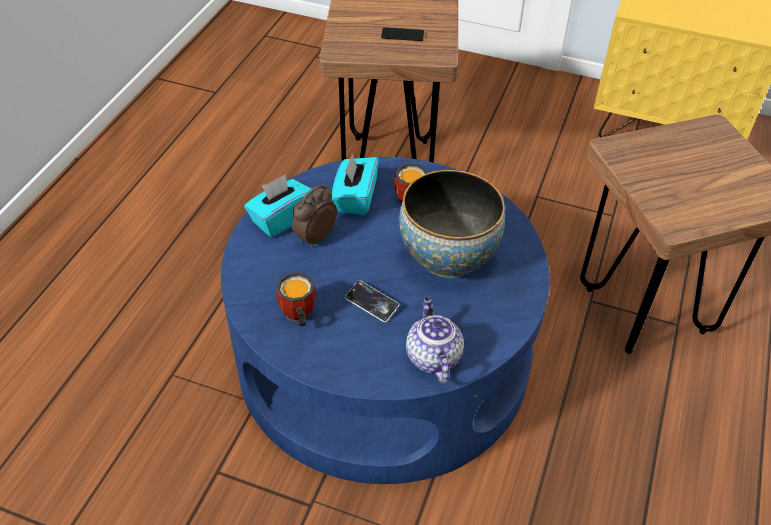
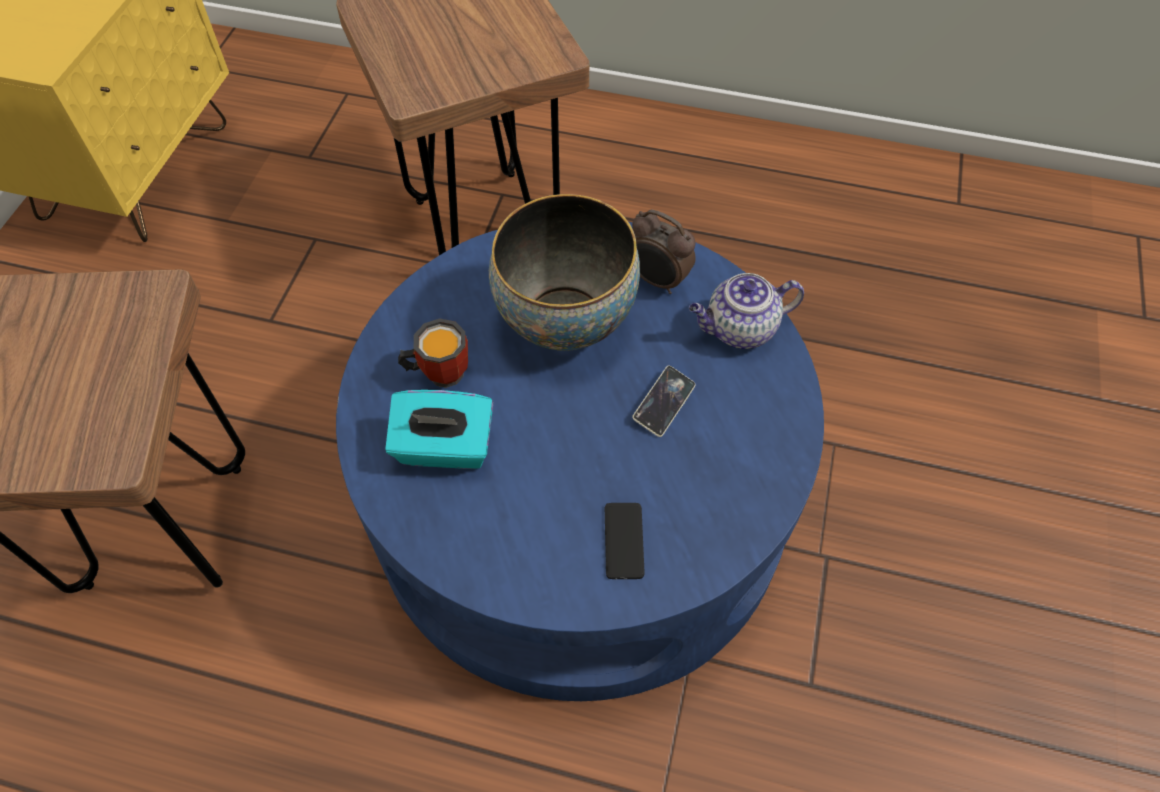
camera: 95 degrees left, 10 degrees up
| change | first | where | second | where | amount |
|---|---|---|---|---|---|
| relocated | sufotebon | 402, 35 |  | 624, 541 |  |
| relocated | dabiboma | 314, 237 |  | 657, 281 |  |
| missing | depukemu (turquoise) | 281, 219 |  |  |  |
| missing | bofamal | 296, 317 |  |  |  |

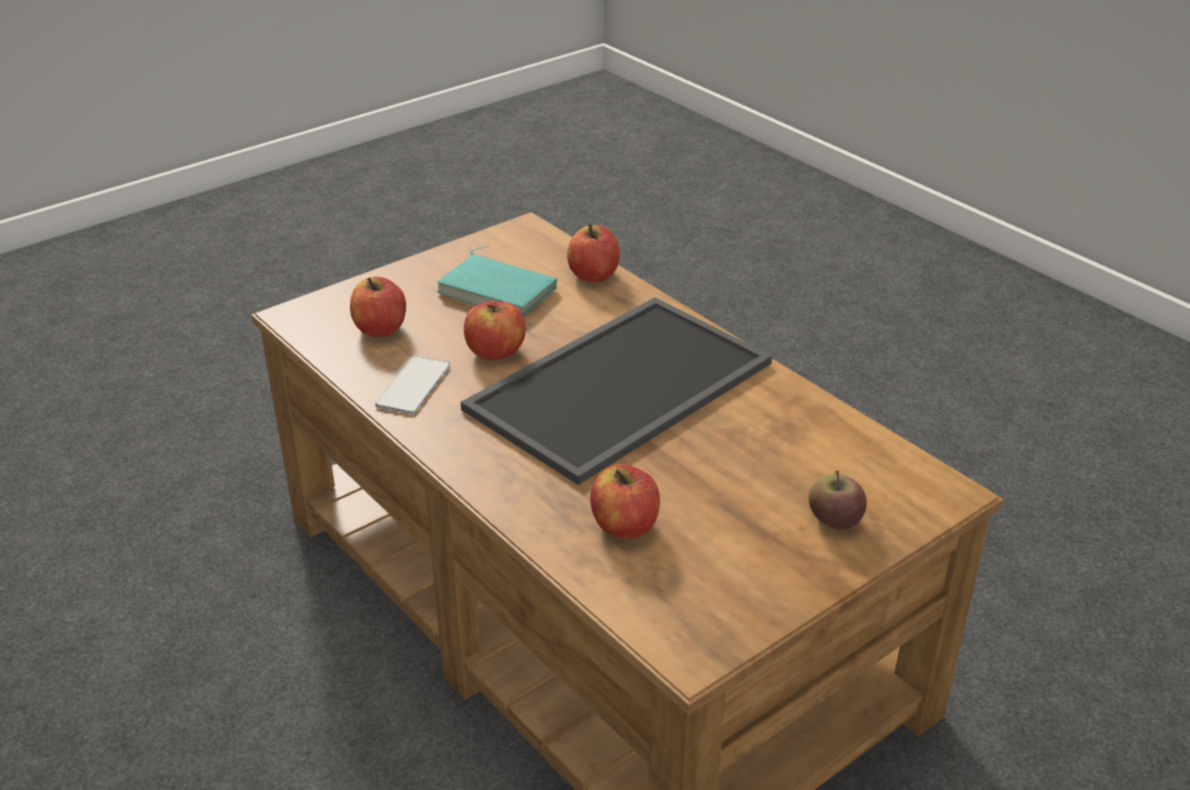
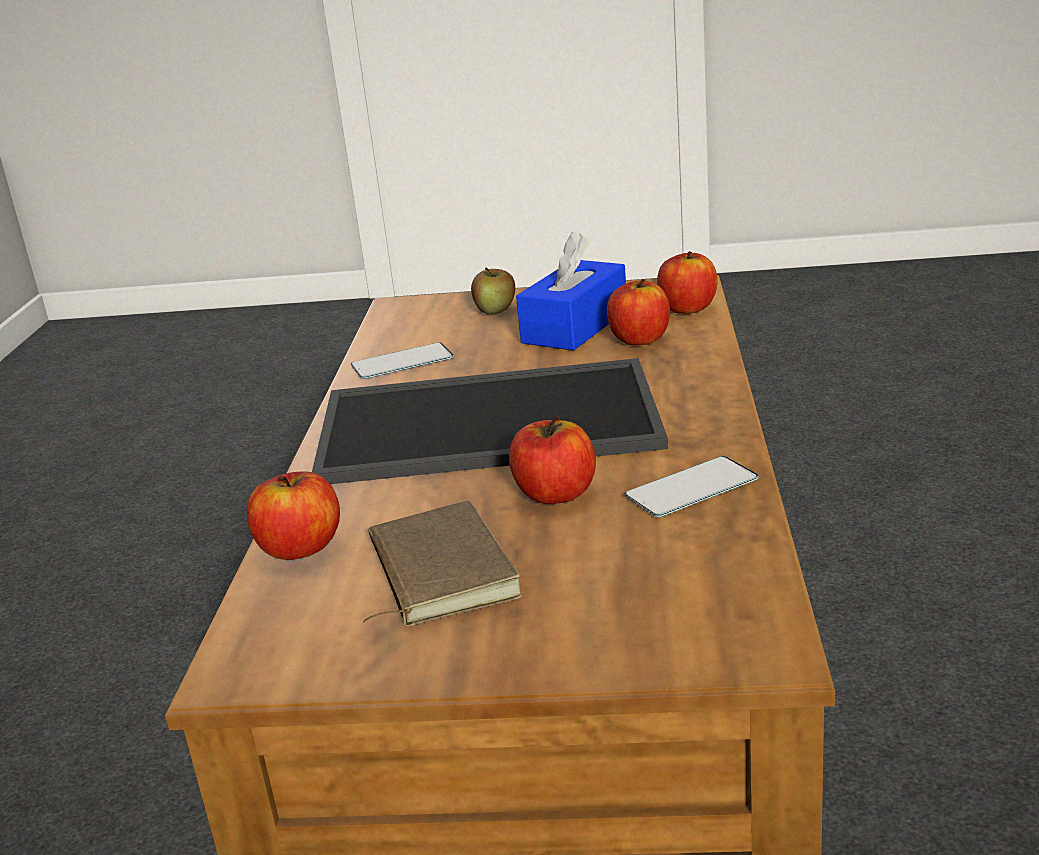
camera: 135 degrees left, 10 degrees down
| change | first | where | second | where | amount |
|---|---|---|---|---|---|
| appeared |  |  | sufotebon | 402, 362 |  |
| colour | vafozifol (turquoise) | 499, 290 | vafozifol (brown) | 436, 572 |  |
| appeared |  |  | depukemu (blue) | 575, 326 |  |
| relocated | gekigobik | 380, 329 |  | 687, 308 |  |

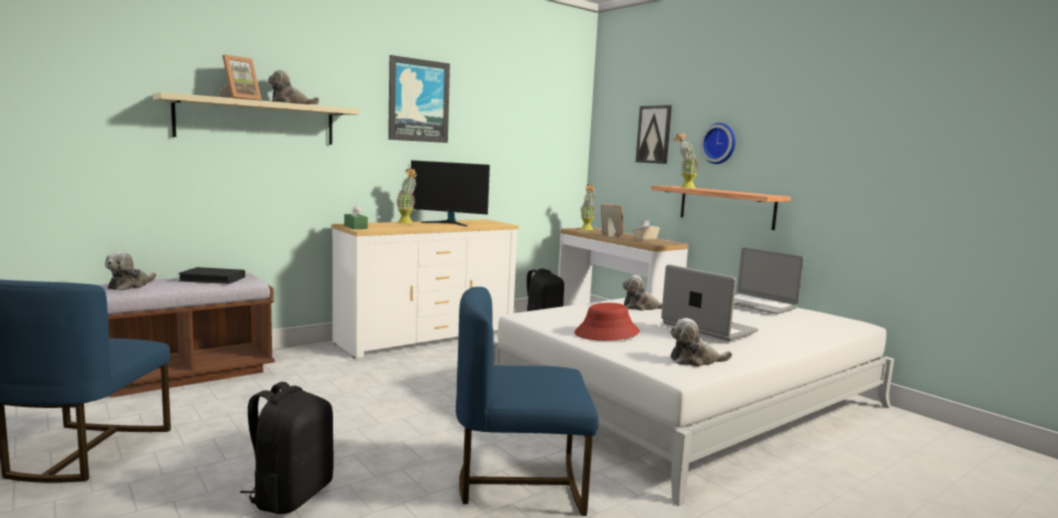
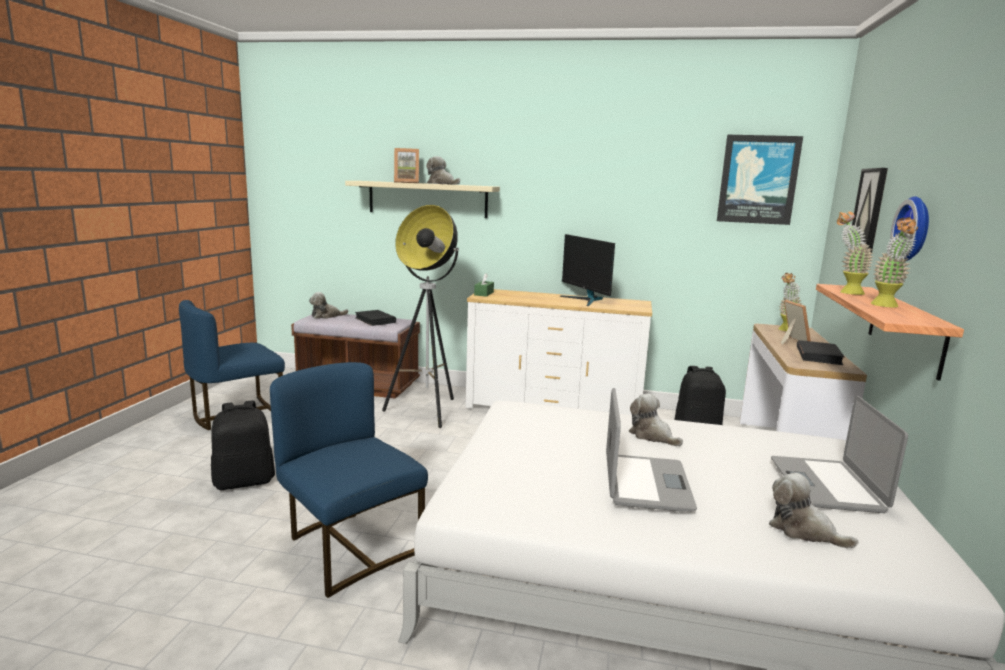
camera: 50 degrees right, 5 degrees up
| change | first | where | second | where | amount |
|---|---|---|---|---|---|
| appeared |  |  | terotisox | 427, 411 |  |
| relocated | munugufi | 418, 100 |  | 758, 179 |  |
| relocated | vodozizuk | 695, 360 |  | 803, 530 |  |
| exchanged | depukemu (beige) | 645, 239 | vafozifol (black) | 818, 356 |  |
| relocated | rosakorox | 407, 223 |  | 886, 306 |  |
| missing | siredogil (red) | 607, 333 |  |  |  |

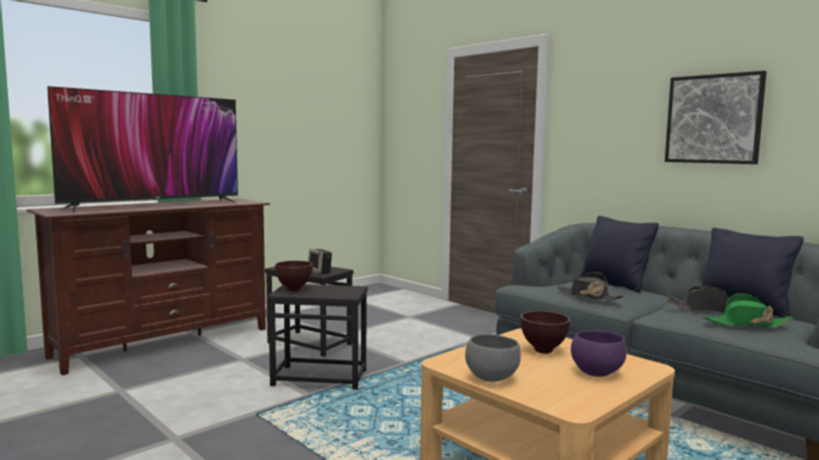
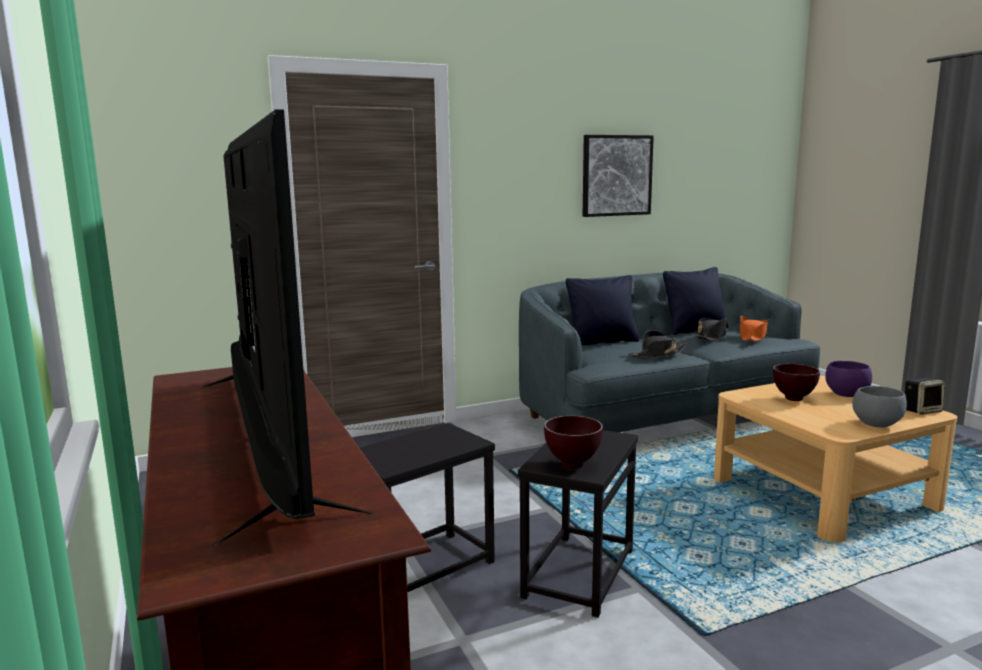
camera: 70 degrees left, 5 degrees up
| change | first | where | second | where | amount |
|---|---|---|---|---|---|
| colour | siredogil (green) | 746, 324 | siredogil (orange) | 752, 337 |  |
| relocated | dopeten | 320, 272 |  | 922, 411 |  |

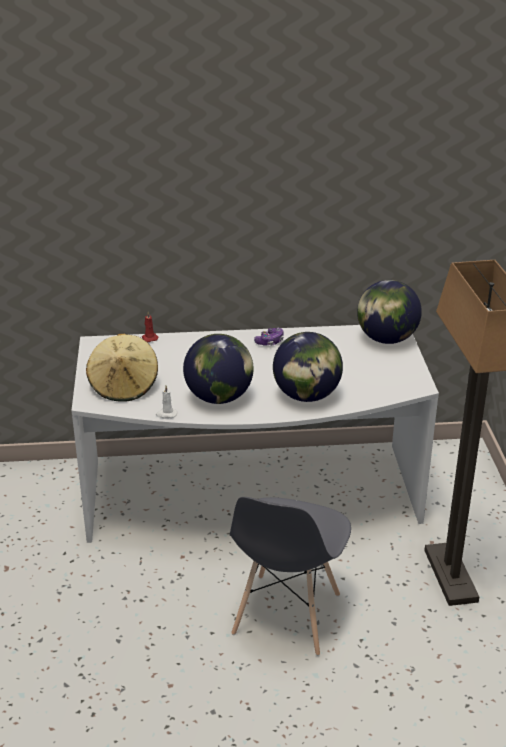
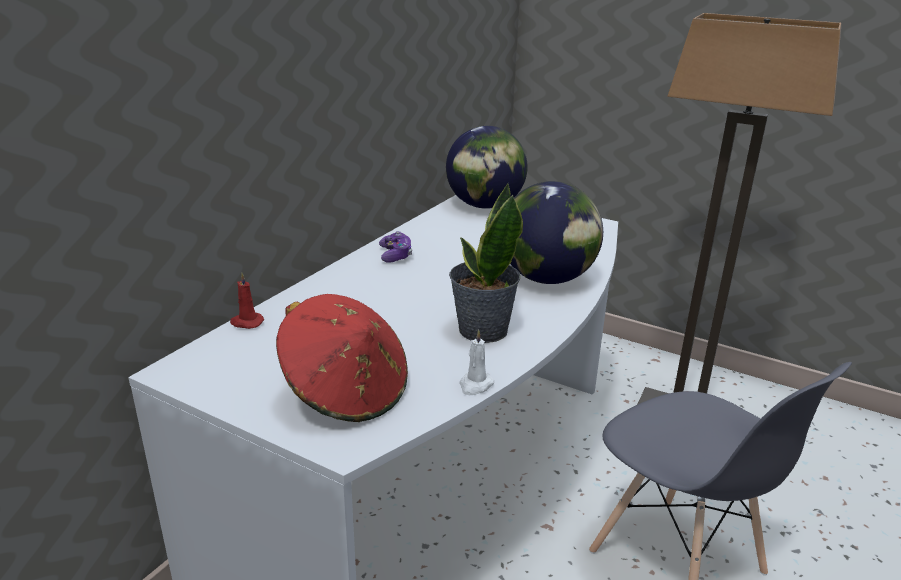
camera: 55 degrees left, 5 degrees down
| change | first | where | second | where | amount |
|---|---|---|---|---|---|
| colour | siredogil (beige) | 124, 386 | siredogil (red) | 346, 392 |  |
| exchanged | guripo | 219, 397 | rosakorox | 482, 330 |  |

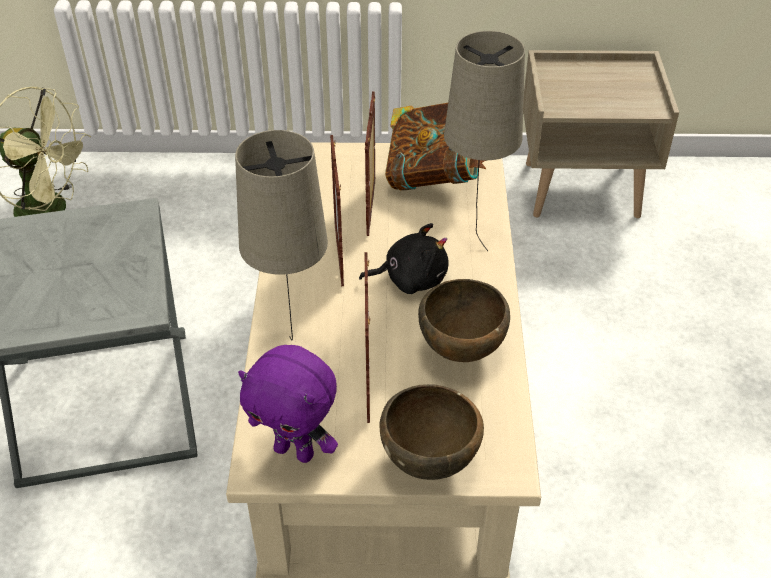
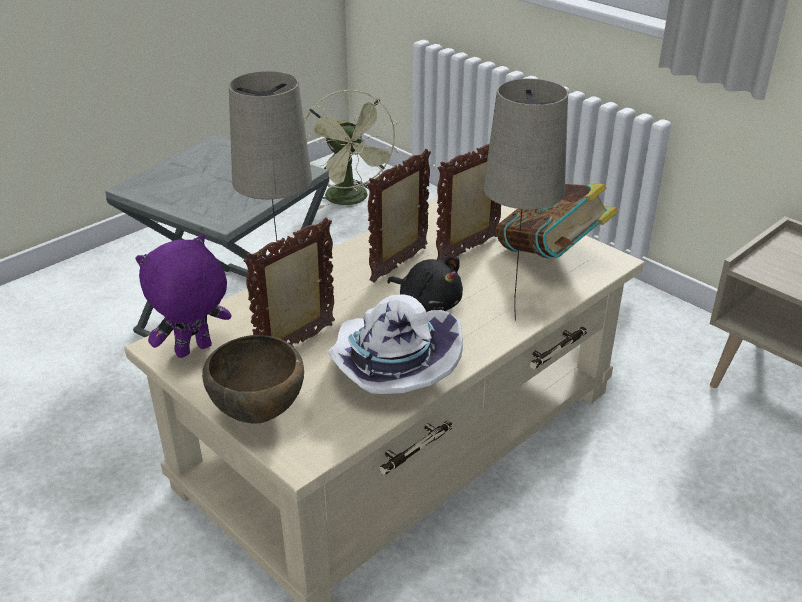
camera: 45 degrees right, 10 degrees down
| change | first | where | second | where | amount |
|---|---|---|---|---|---|
| spun | vodozizuk (purple) | 295, 451 |  | 194, 351 | 75 degrees clockwise |
| exchanged | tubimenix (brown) | 462, 351 | siredogil (white) | 390, 368 |  |

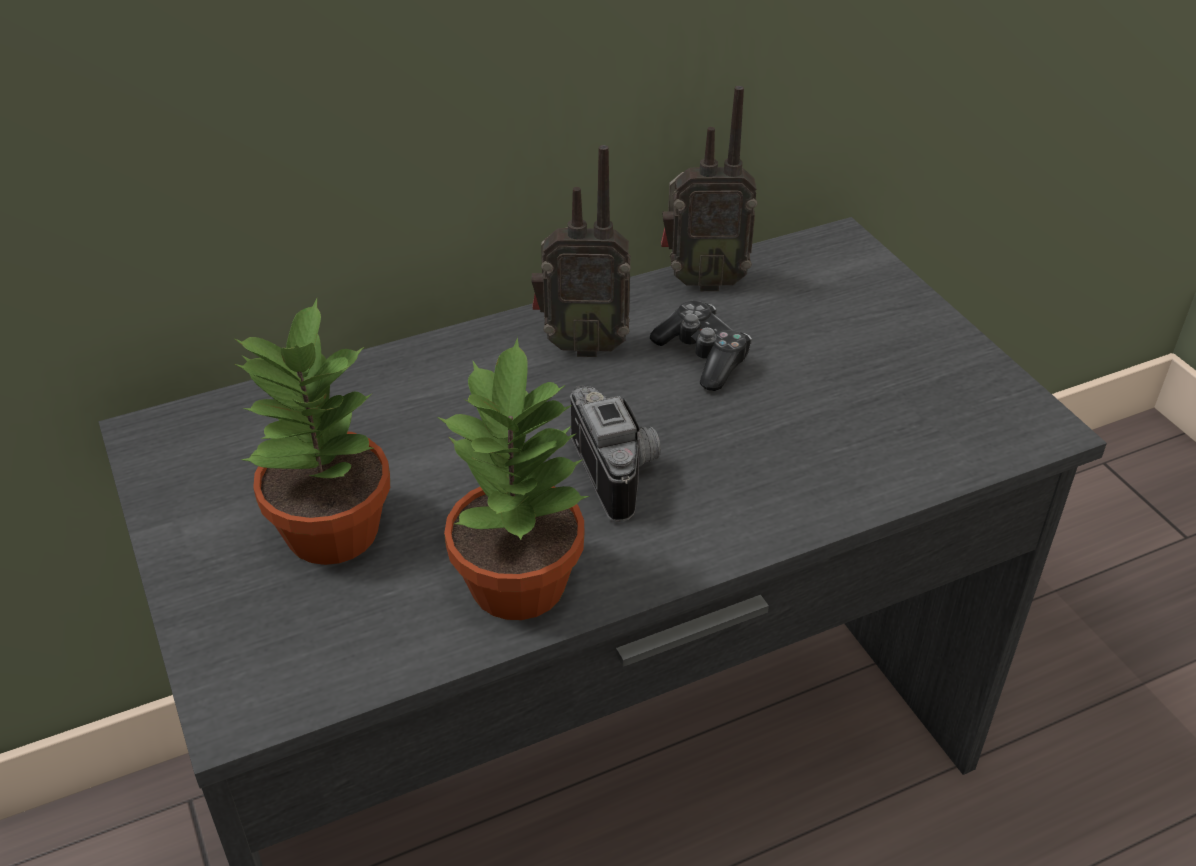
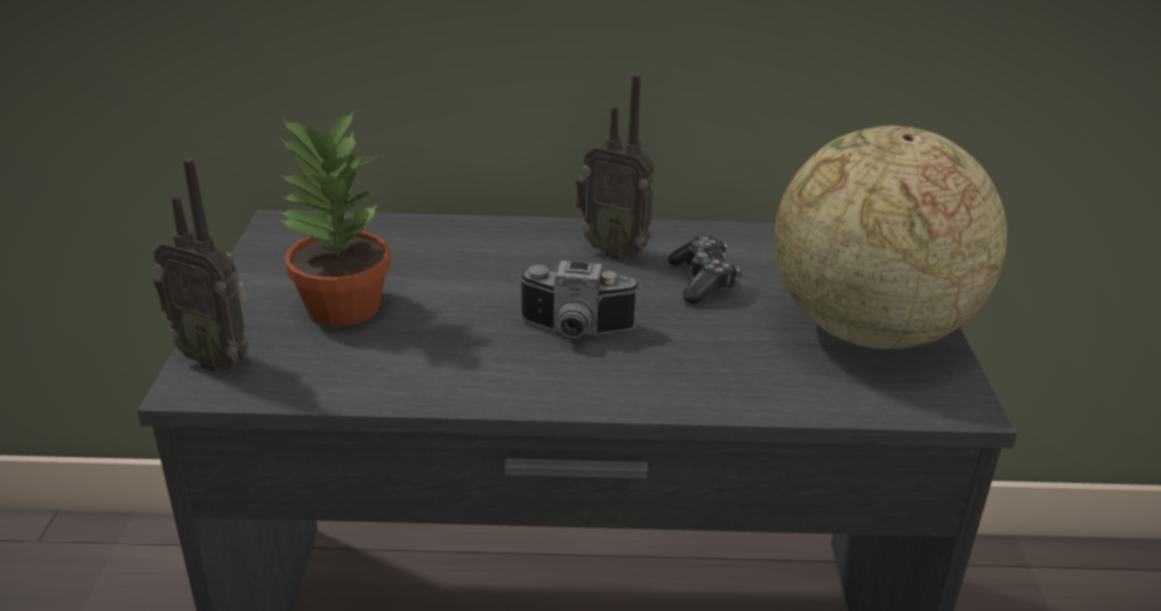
camera: 25 degrees right, 10 degrees down
| change | first | where | second | where | amount |
|---|---|---|---|---|---|
| relocated | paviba | 702, 281 |  | 217, 359 |  |
| spun | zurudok | 621, 471 |  | 576, 332 | 90 degrees clockwise |
| appeared |  |  | guripo | 867, 330 |  |
| missing | rosakorox | 521, 583 |  |  |  |

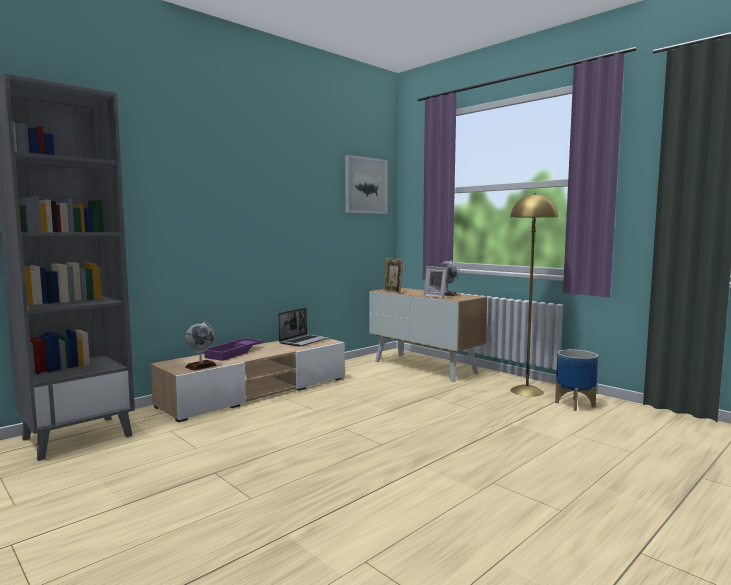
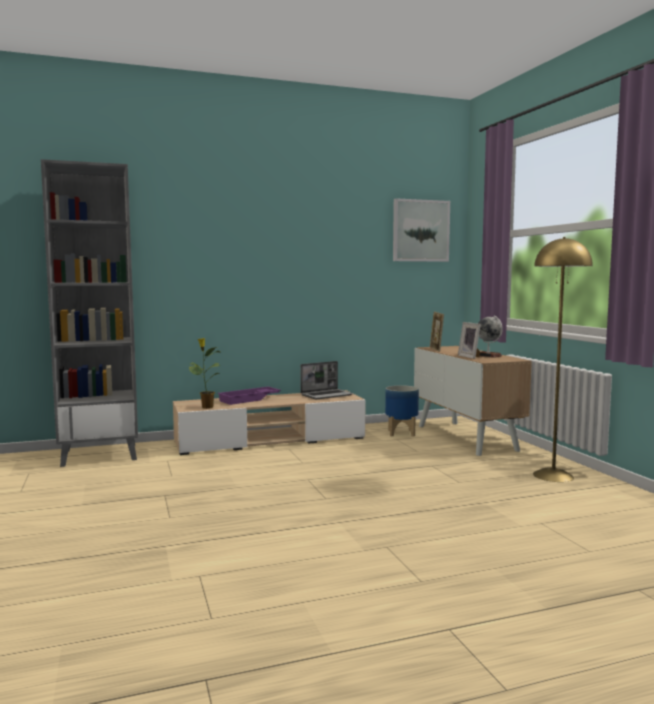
camera: 25 degrees right, 0 degrees up
| change | first | where | second | where | amount |
|---|---|---|---|---|---|
| exchanged | guripo | 201, 366 | rosakorox | 206, 407 |  |
| relocated | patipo | 575, 404 |  | 402, 433 |  |

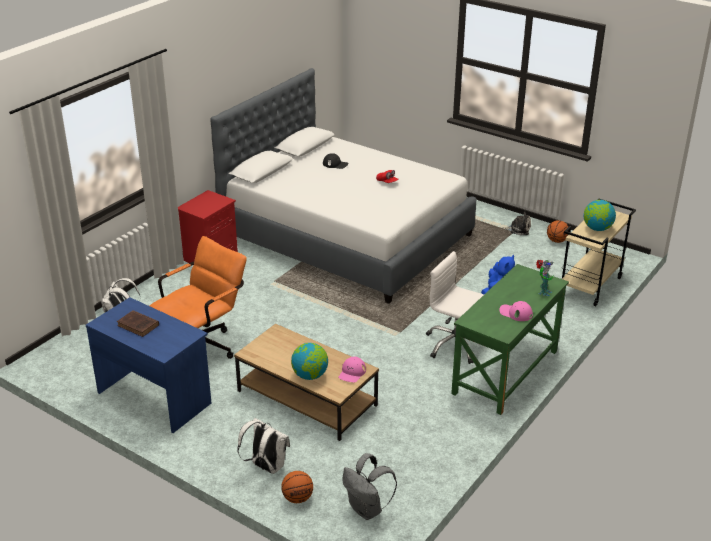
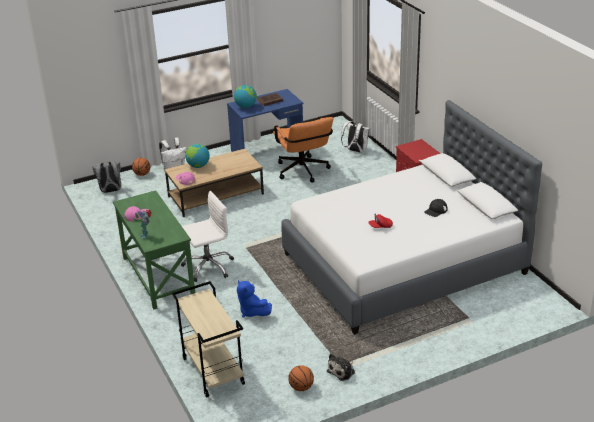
camera: 120 degrees right, 0 degrees up
| change | first | where | second | where | amount |
|---|---|---|---|---|---|
| relocated | guripo | 597, 229 |  | 245, 106 |  |

